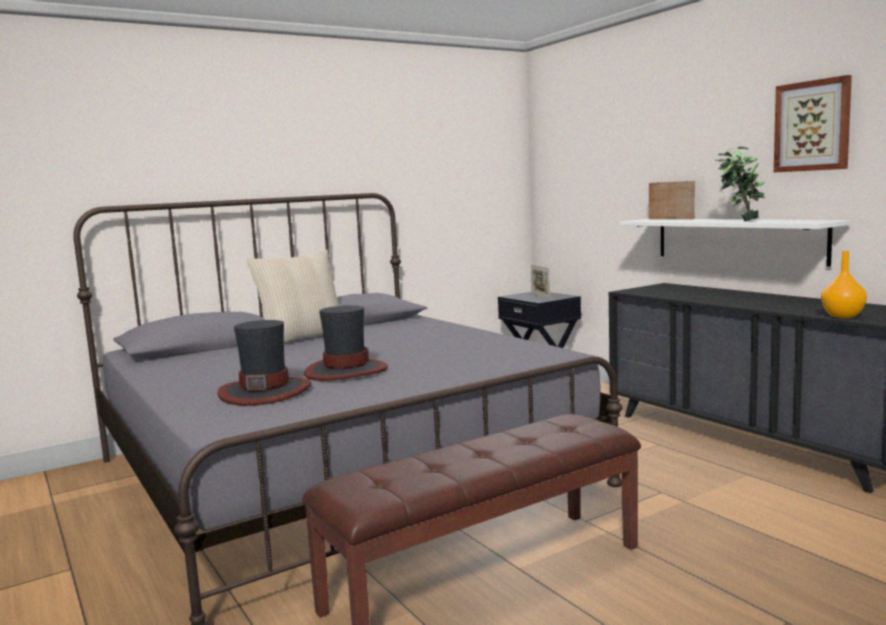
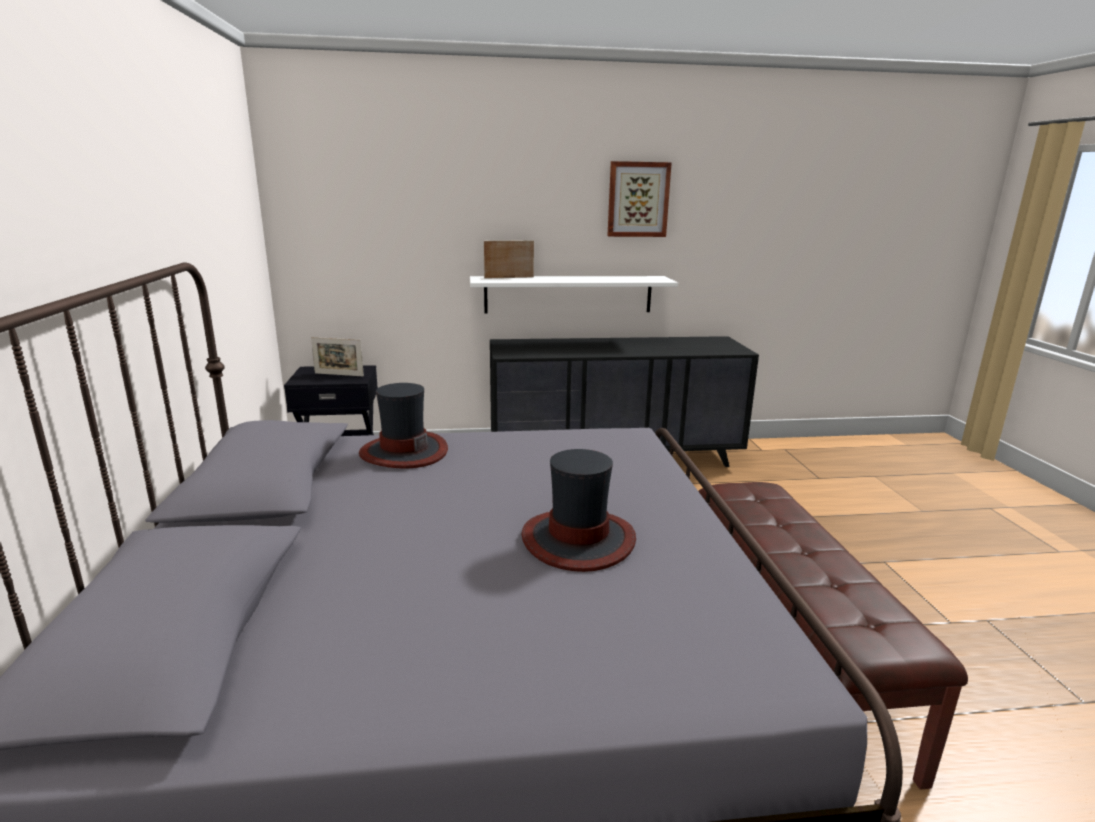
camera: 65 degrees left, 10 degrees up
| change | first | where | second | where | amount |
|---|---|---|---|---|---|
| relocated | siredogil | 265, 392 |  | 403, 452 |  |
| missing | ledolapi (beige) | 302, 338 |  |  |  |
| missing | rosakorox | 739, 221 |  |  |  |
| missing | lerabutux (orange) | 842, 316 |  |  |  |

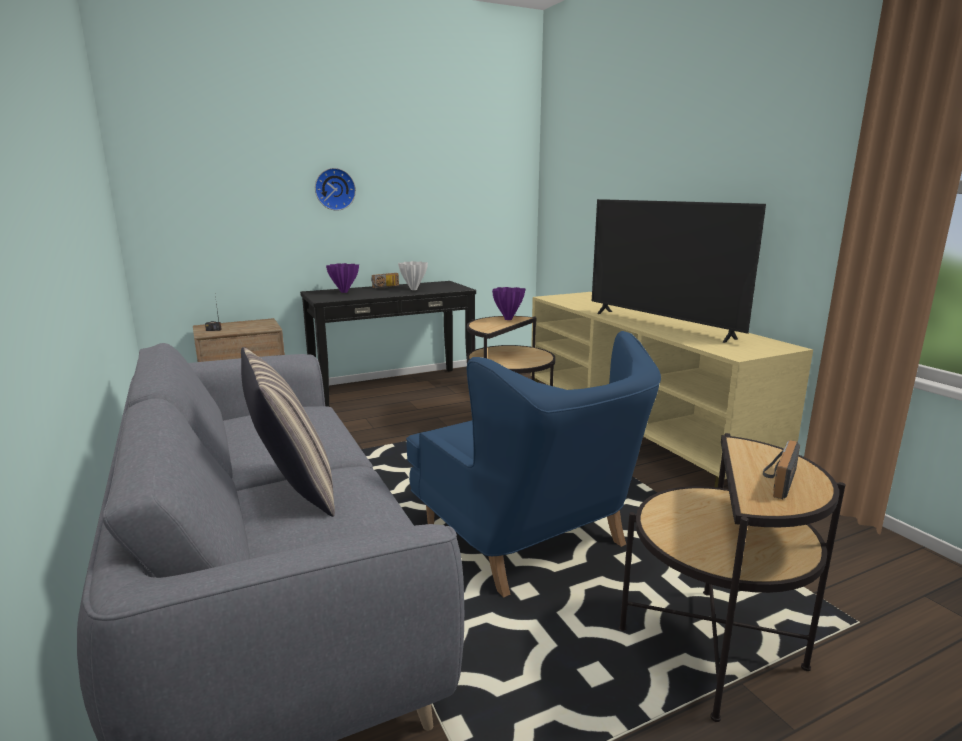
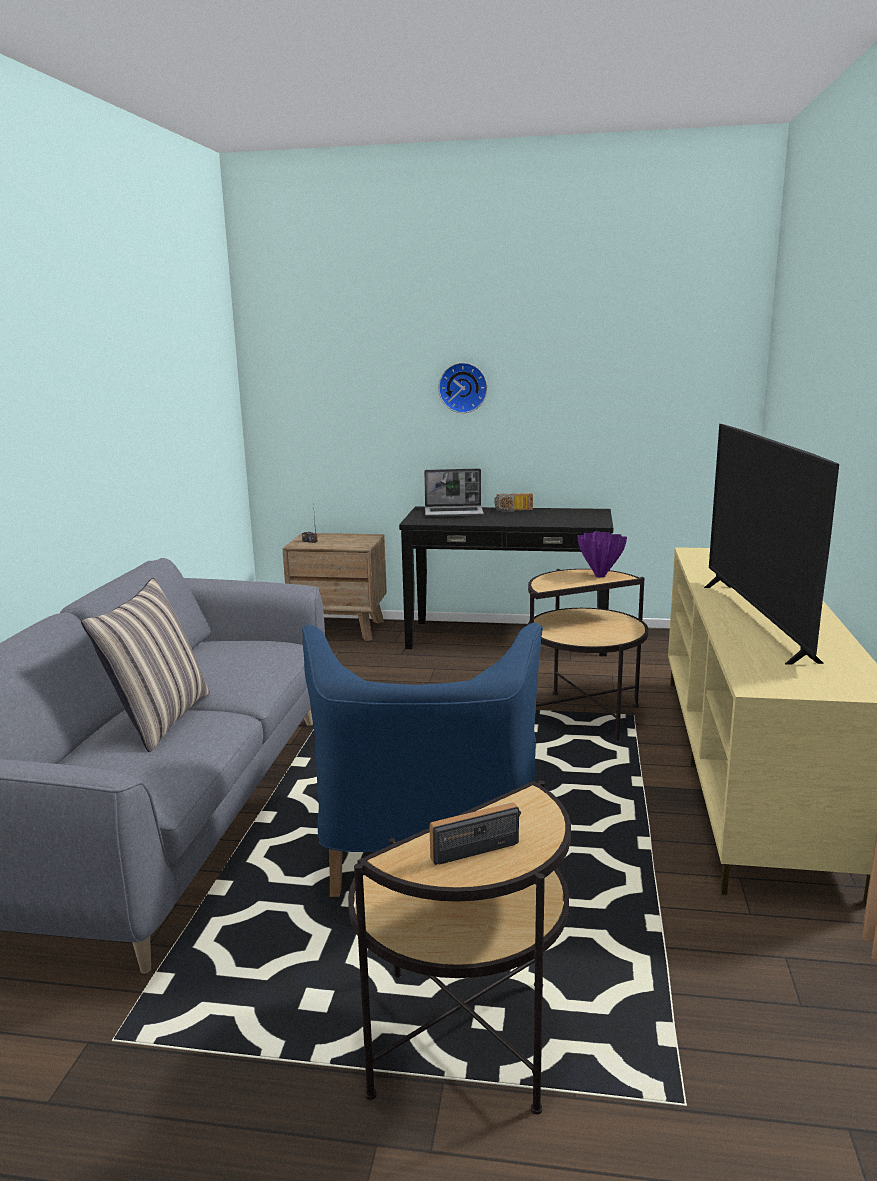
camera: 35 degrees right, 0 degrees up
| change | first | where | second | where | amount |
|---|---|---|---|---|---|
| exchanged | lerabutux (purple) | 343, 292 | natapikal | 454, 512 |  |
| missing | lerabutux (white) | 413, 289 |  |  |  |

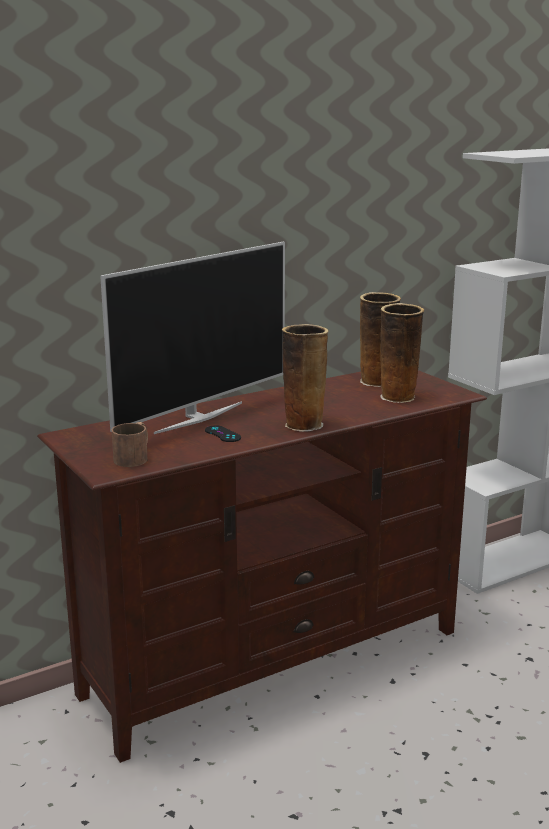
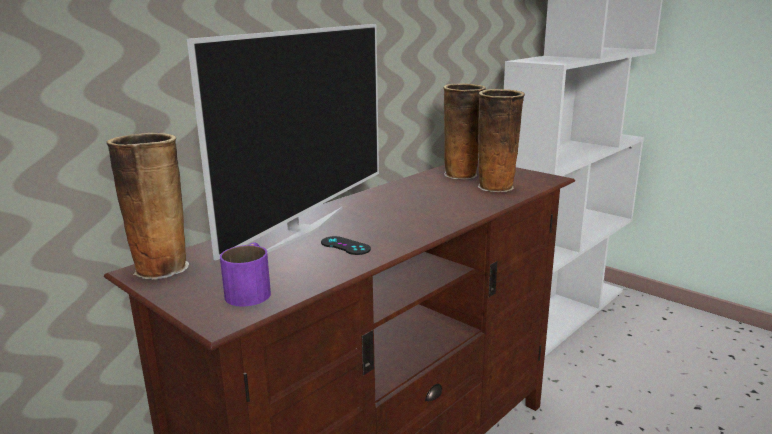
camera: 15 degrees left, 0 degrees up
| change | first | where | second | where | amount |
|---|---|---|---|---|---|
| relocated | lerabutux | 303, 424 |  | 161, 268 |  |
| colour | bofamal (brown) | 134, 457 | bofamal (purple) | 251, 290 |  |

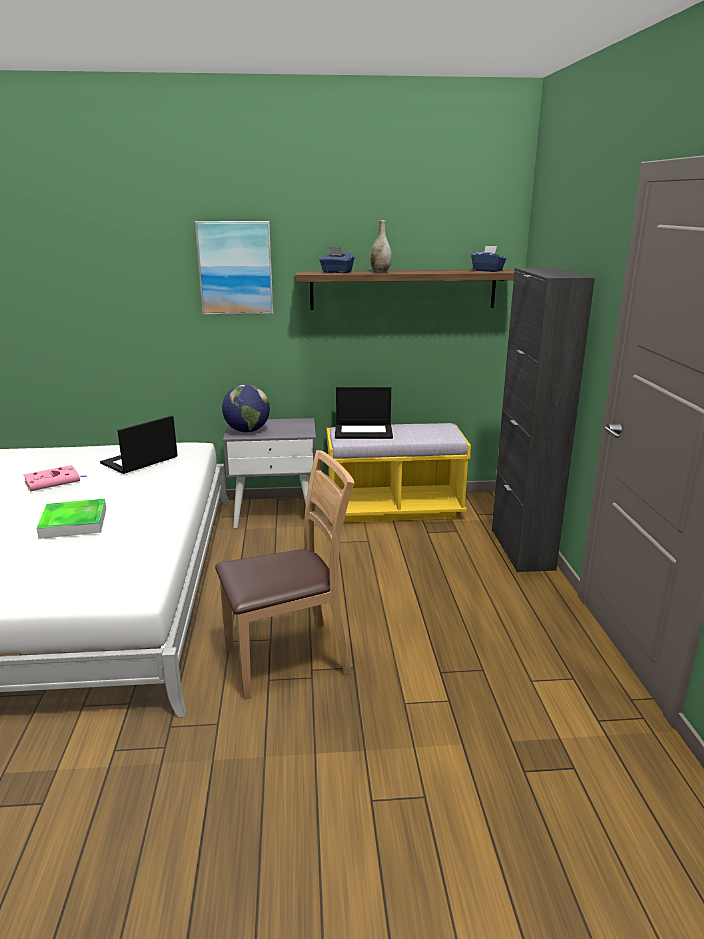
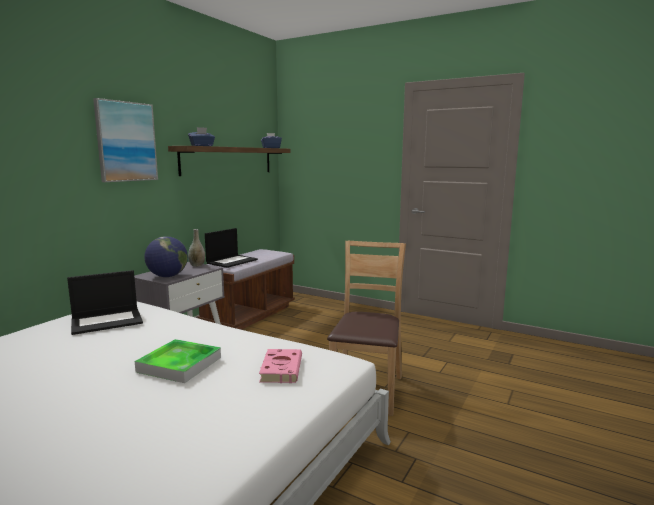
camera: 55 degrees left, 10 degrees down
| change | first | where | second | where | amount |
|---|---|---|---|---|---|
| spun | natapikal | 139, 461 |  | 107, 321 | 105 degrees counterclockwise |
| relocated | lerabutux (grey) | 380, 272 |  | 197, 265 |  |
| colour | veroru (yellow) | 394, 508 | veroru (brown) | 249, 315 |  |
| relocated | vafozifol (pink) | 54, 481 |  | 281, 368 |  |
| missing | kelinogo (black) | 522, 549 |  |  |  |

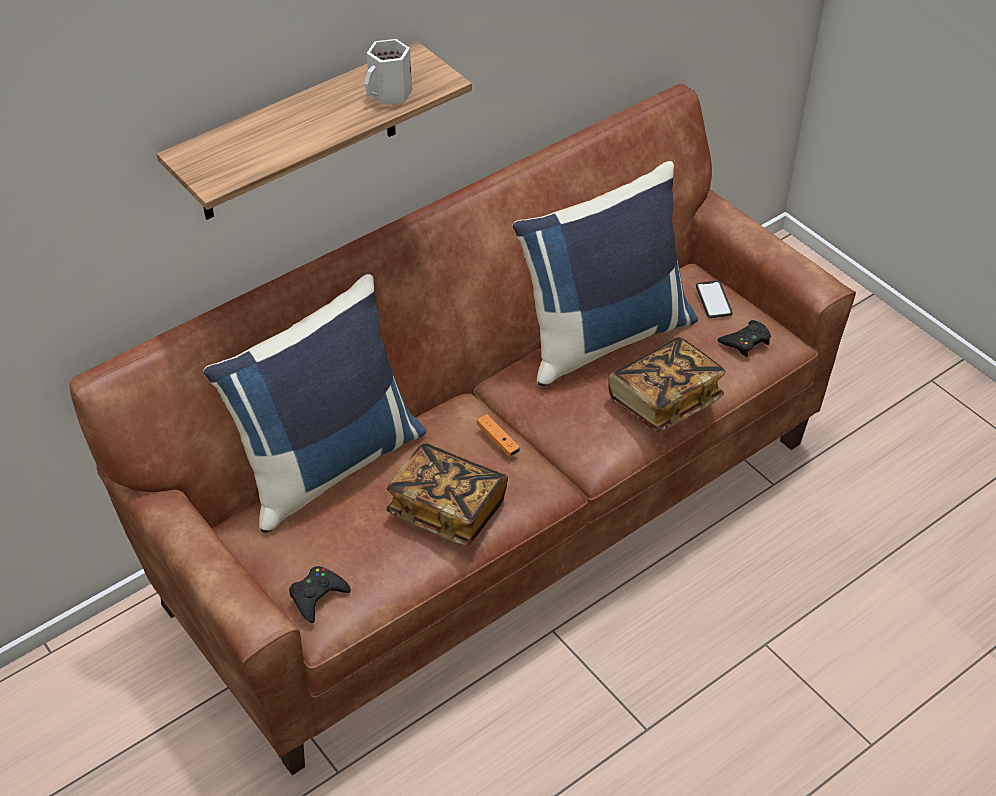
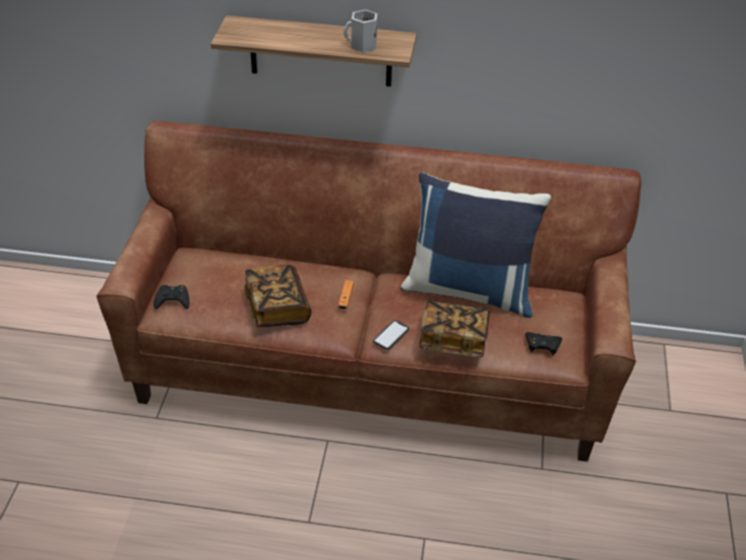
camera: 45 degrees right, 5 degrees down
| change | first | where | second | where | amount |
|---|---|---|---|---|---|
| relocated | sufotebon | 713, 300 |  | 391, 335 |  |
| missing | ledolapi (blue) | 327, 463 |  |  |  |

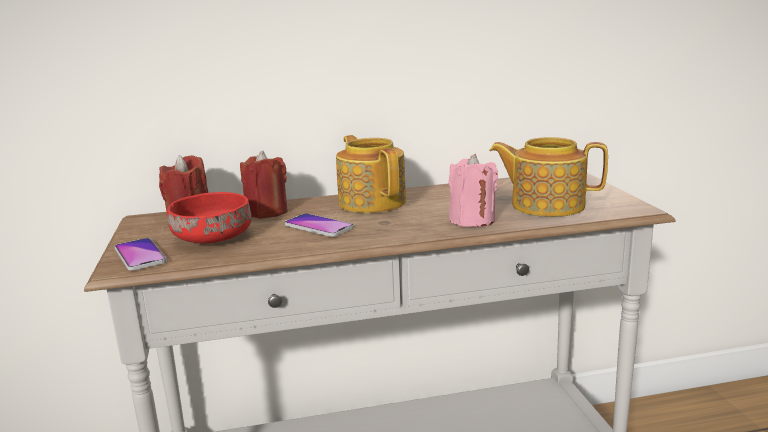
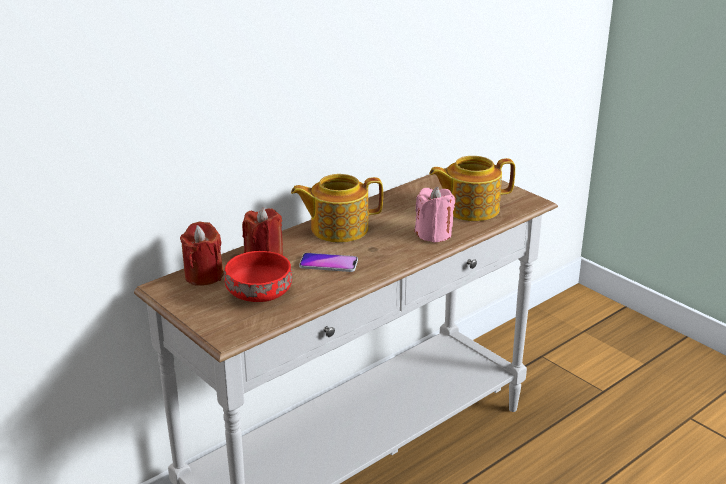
camera: 30 degrees left, 10 degrees up
| change | first | where | second | where | amount |
|---|---|---|---|---|---|
| spun | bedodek | 372, 202 |  | 338, 228 | 45 degrees counterclockwise |
| missing | sufotebon | 140, 255 |  |  |  |

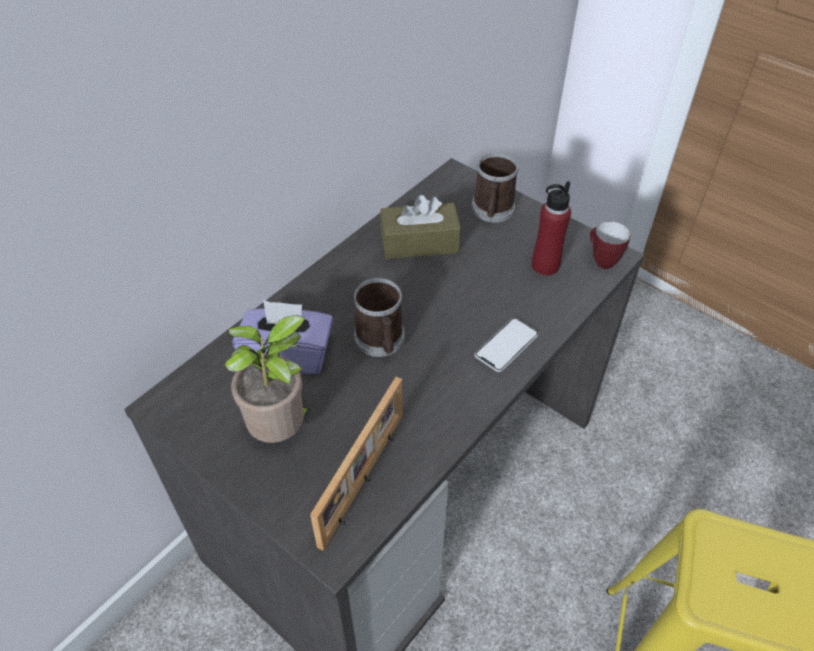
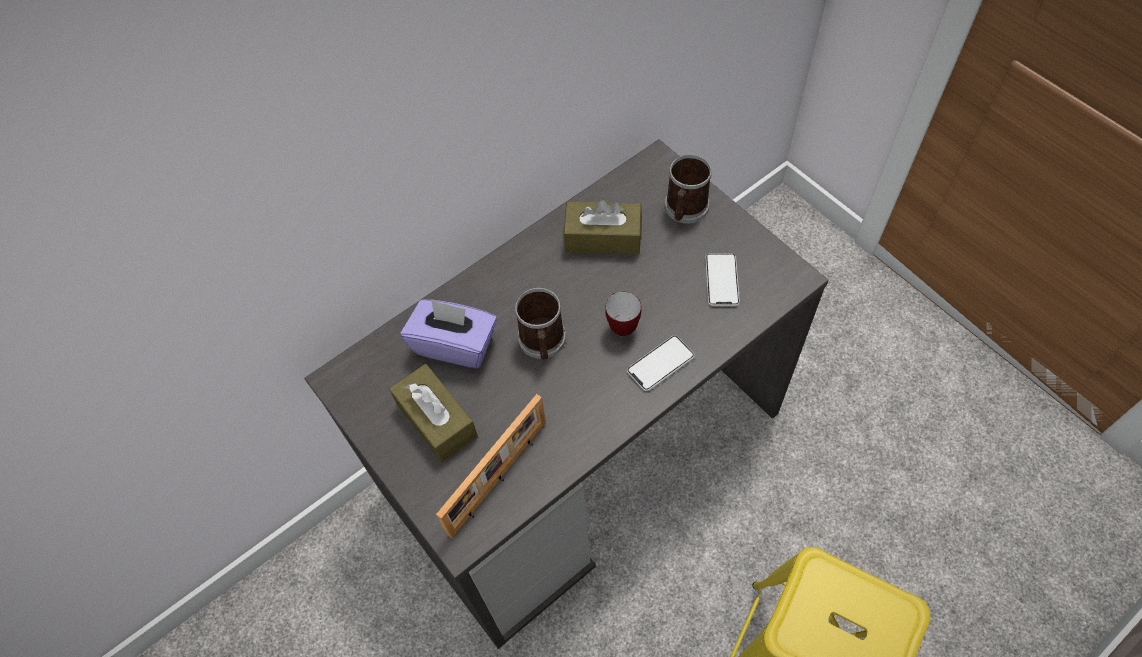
camera: 15 degrees right, 10 degrees up
| change | first | where | second | where | amount |
|---|---|---|---|---|---|
| exchanged | rosakorox | 282, 430 | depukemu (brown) | 436, 420 |  |
| relocated | bofamal | 600, 260 |  | 620, 325 |  |
| exchanged | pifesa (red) | 545, 265 | sufotebon | 722, 280 |  |

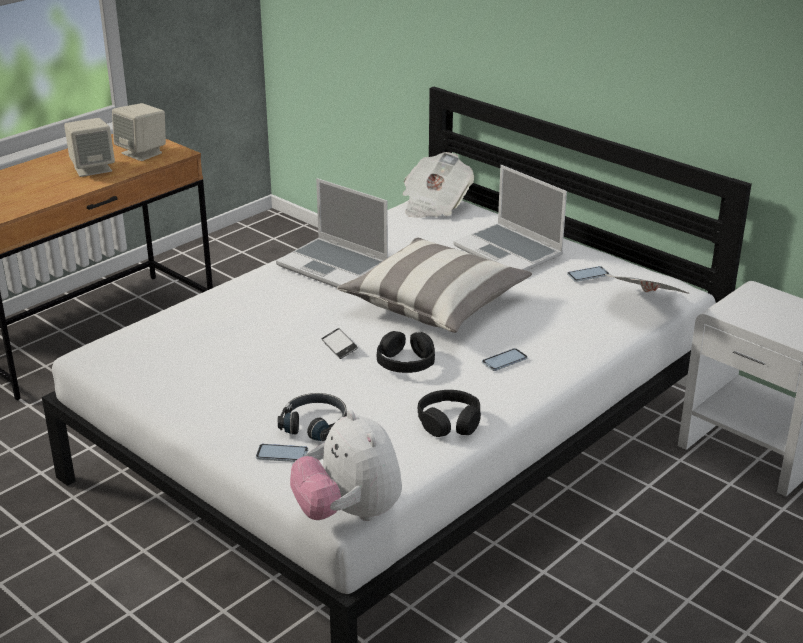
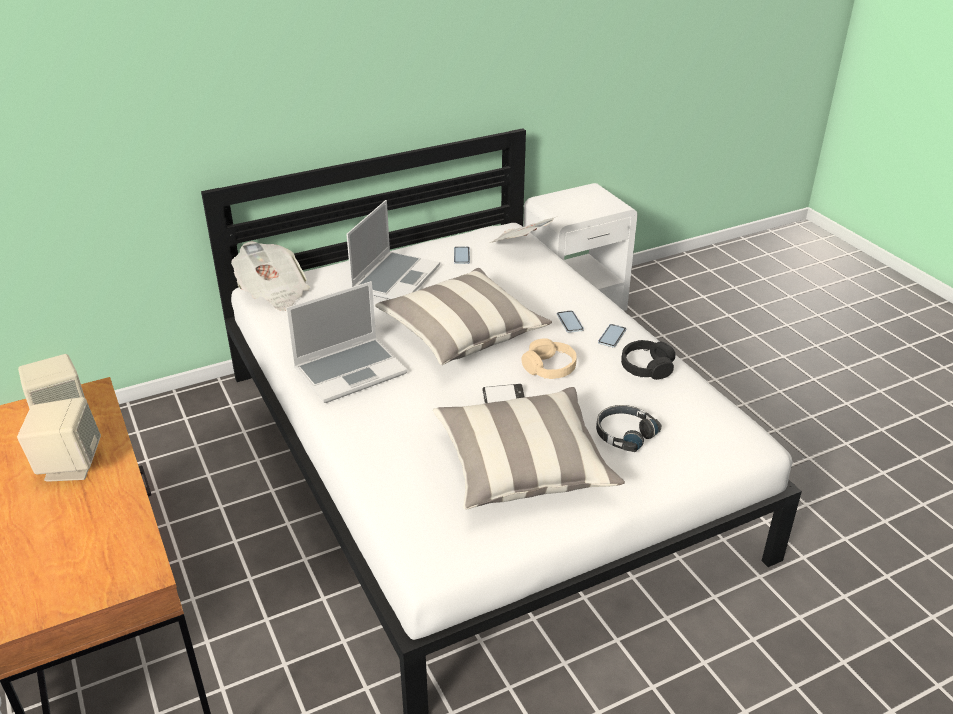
camera: 70 degrees left, 5 degrees up
| change | first | where | second | where | amount |
|---|---|---|---|---|---|
| spun | natapikal | 510, 251 |  | 395, 278 | 45 degrees counterclockwise |
| appeared |  |  | ledolapi | 523, 466 |  |
| colour | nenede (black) | 406, 362 | nenede (beige) | 549, 367 |  |
| relocated | sufotebon | 282, 454 |  | 612, 336 |  |
| missing | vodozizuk | 348, 513 |  |  |  |

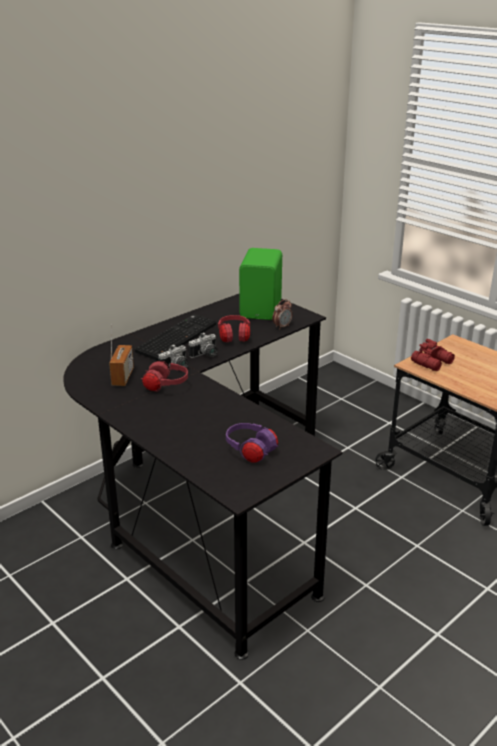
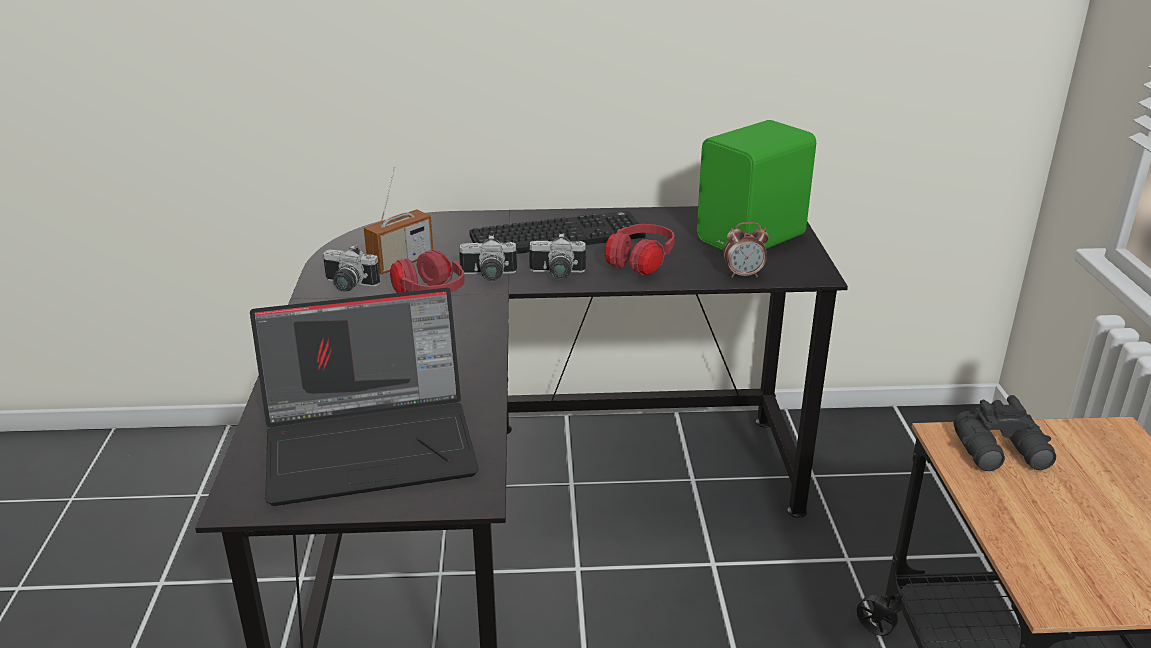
camera: 40 degrees right, 0 degrees up
| change | first | where | second | where | amount |
|---|---|---|---|---|---|
| exchanged | nenede (purple) | 251, 452 | natapikal | 373, 443 |  |
| appeared |  |  | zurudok | 347, 286 |  |
| colour | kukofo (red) | 433, 363 | kukofo (black) | 1003, 453 |  |

